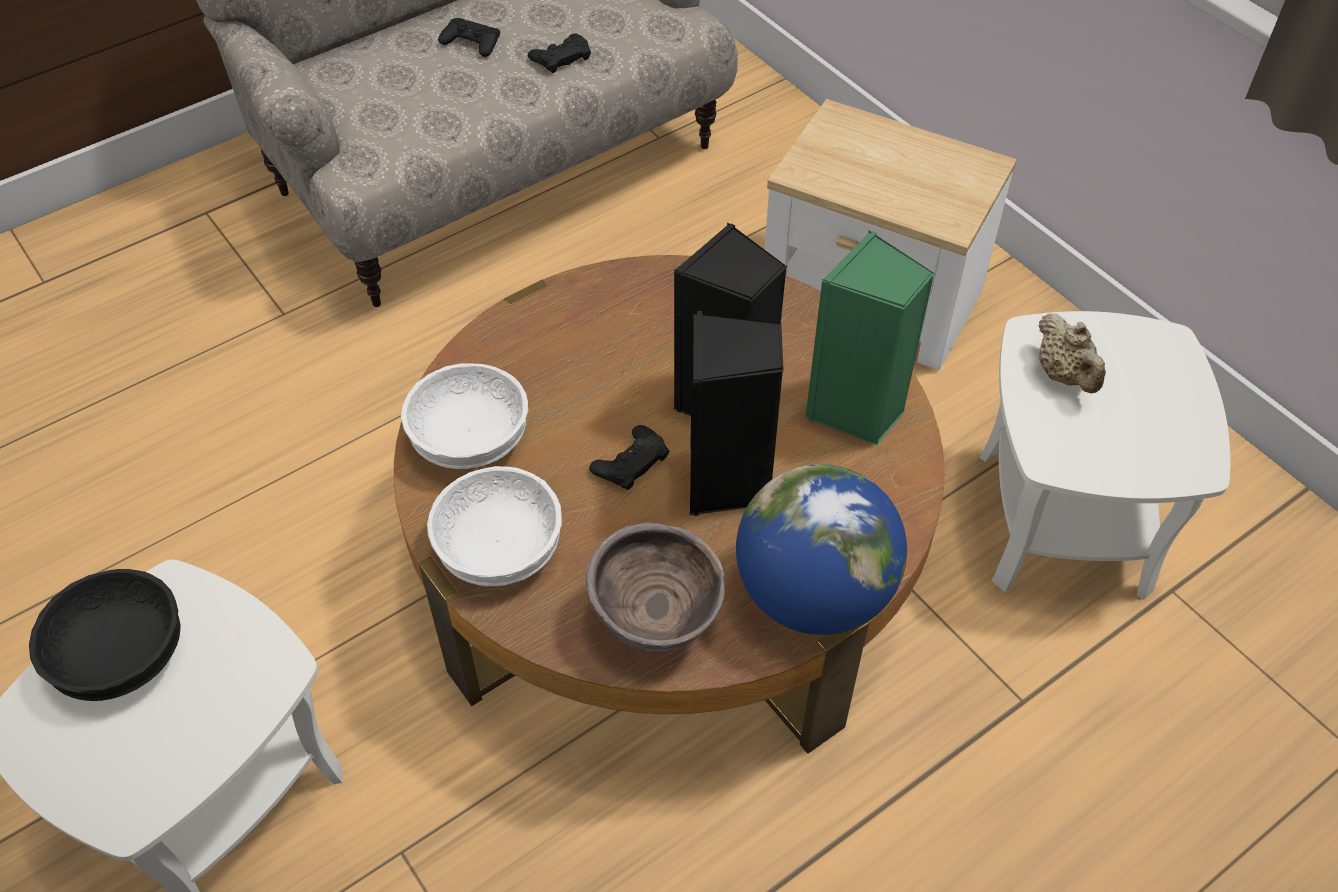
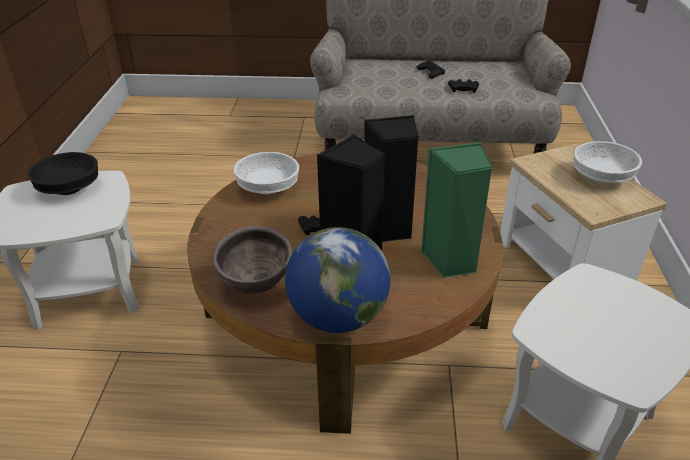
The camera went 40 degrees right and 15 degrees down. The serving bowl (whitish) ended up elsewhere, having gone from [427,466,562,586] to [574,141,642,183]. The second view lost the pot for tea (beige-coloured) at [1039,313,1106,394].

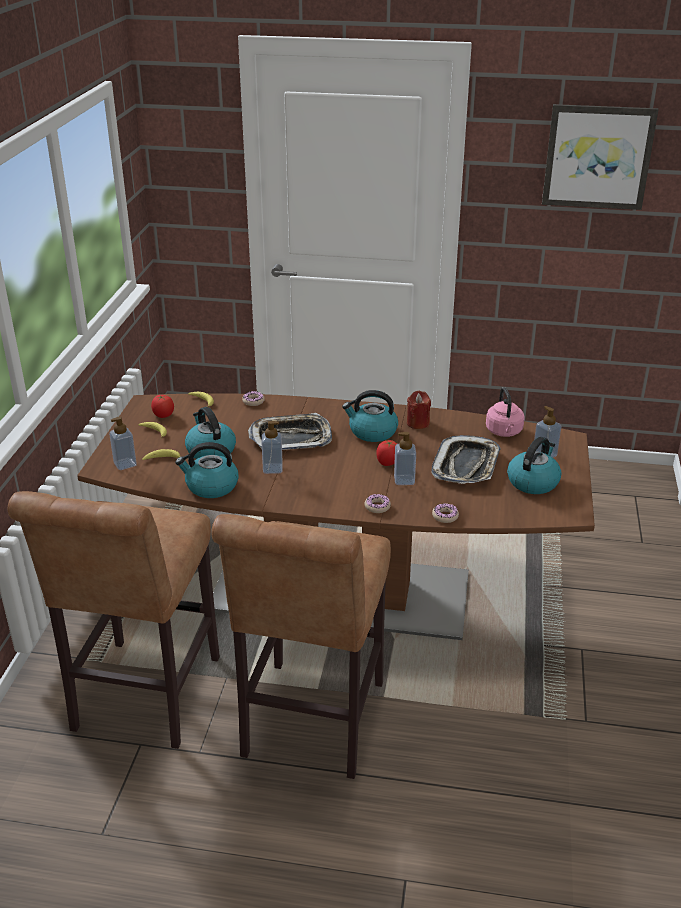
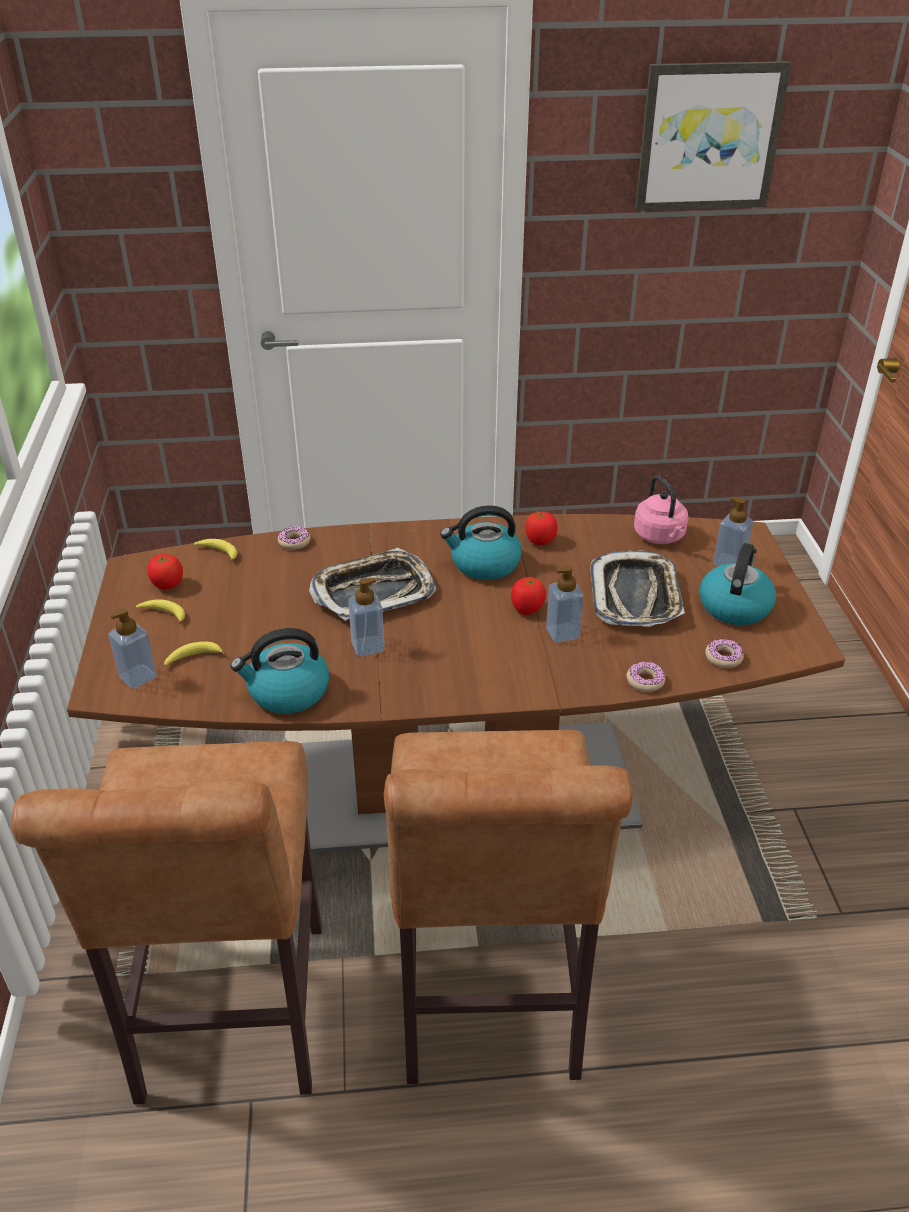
The camera went 15 degrees left and 5 degrees up. The second view lost the tea kettle at [185,407,236,459]. The donut ended up elsewhere, having gone from [364,494,391,513] to [705,639,744,668]. Where the wax light (red-coloured) stood at [407,391,431,429], the tomato came to stand at [525,511,558,545].

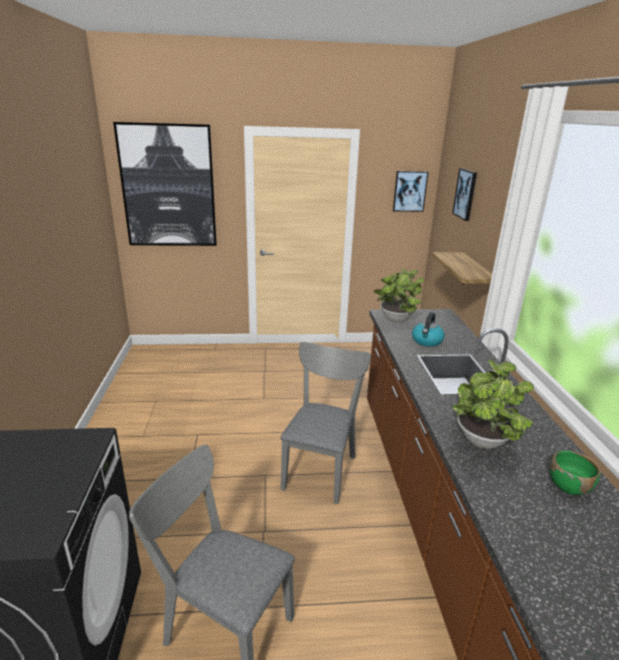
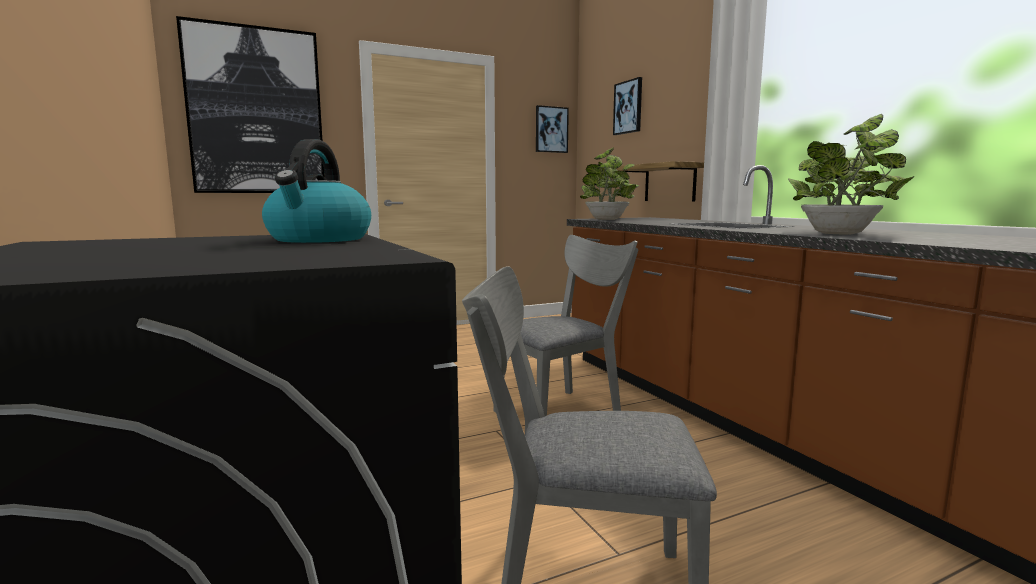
The camera went 20 degrees left and 15 degrees down. The chair (greyish) at [281,342,371,504] ended up facing another way, 60 degrees clockwise from before. The tea kettle ended up elsewhere, having gone from [412,312,445,347] to [262,139,371,243]. The second view lost the serving bowl (green-coloured) at [550,450,601,495].

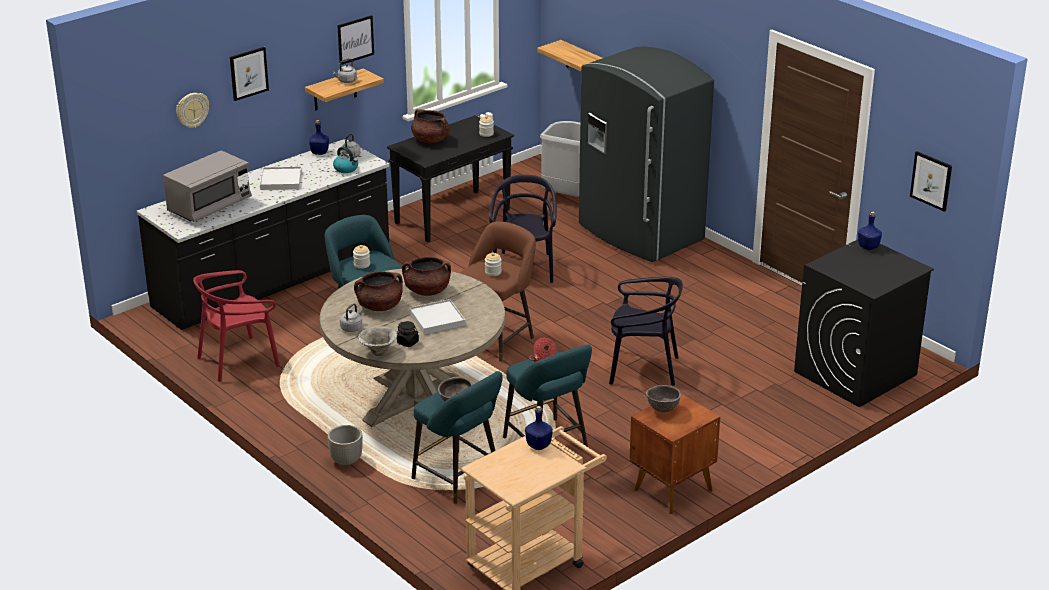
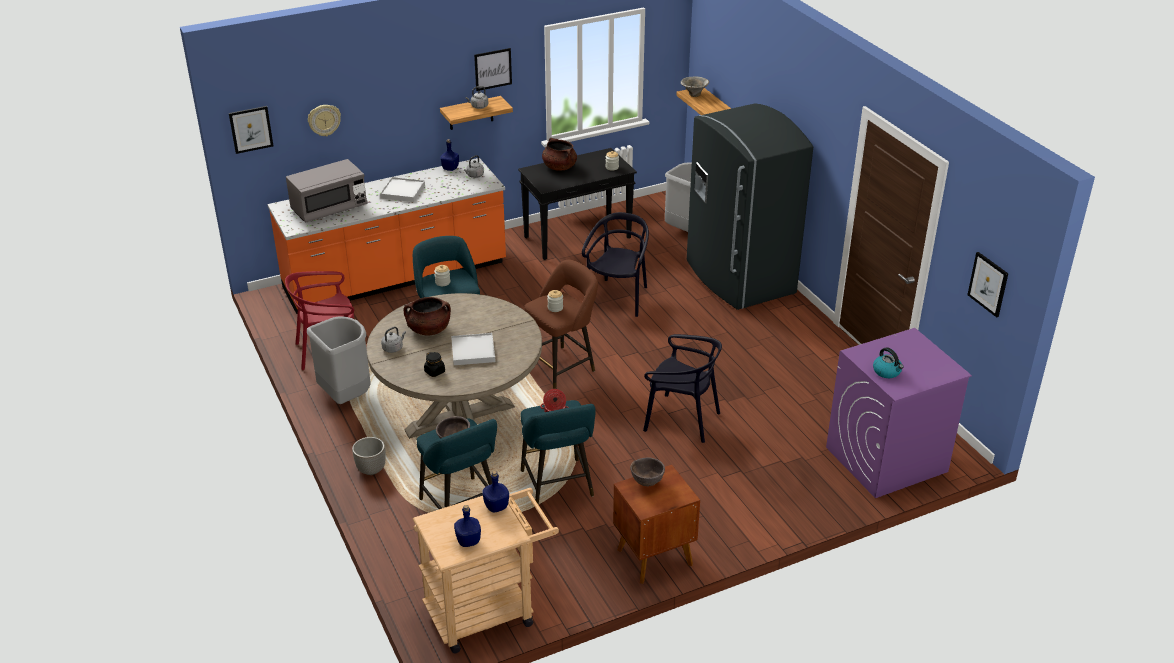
The camera went 15 degrees right and 5 degrees up. What was the kitchen base unit (black-coloured) at [137,139,389,330] turned into the kitchen base unit (orangey) at [267,158,506,314]. The picture ended up elsewhere, having gone from [230,47,269,101] to [229,106,273,154]. The tea kettle ended up elsewhere, having gone from [333,146,358,173] to [873,347,904,378]. The serving bowl ended up elsewhere, having gone from [358,327,397,356] to [681,77,709,97]. The second view lost the saucepot (brownish) at [402,256,451,296]. What was the laundry appliance (black-coloured) at [794,239,934,407] turned into the laundry appliance (purple) at [826,328,972,498]. The drink bottle (bluish) ended up elsewhere, having gone from [858,212,882,250] to [454,505,481,547]. The second view gained the waste bin (greyish) at [307,316,371,404].

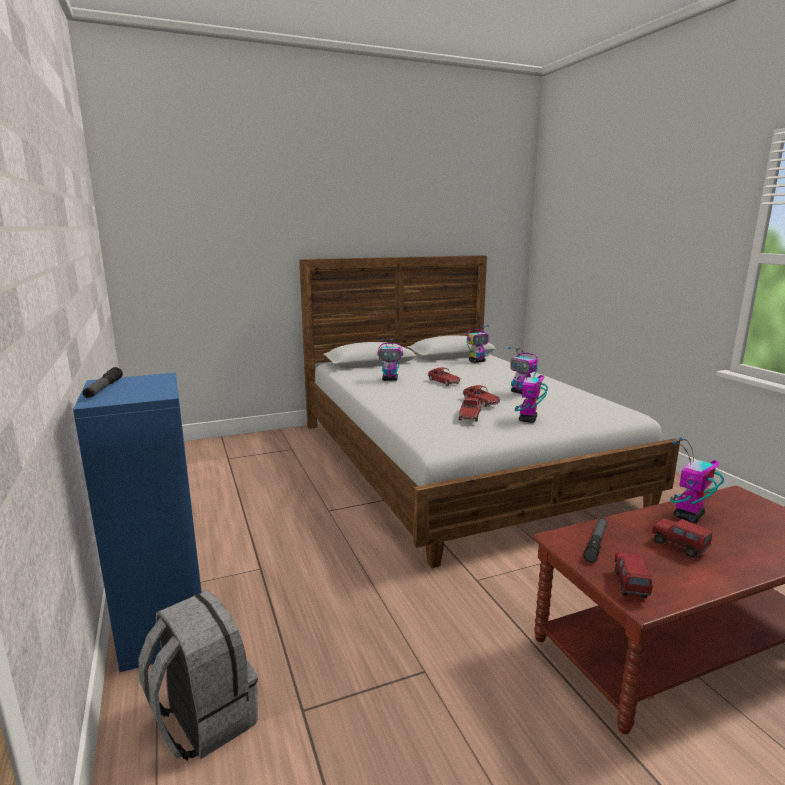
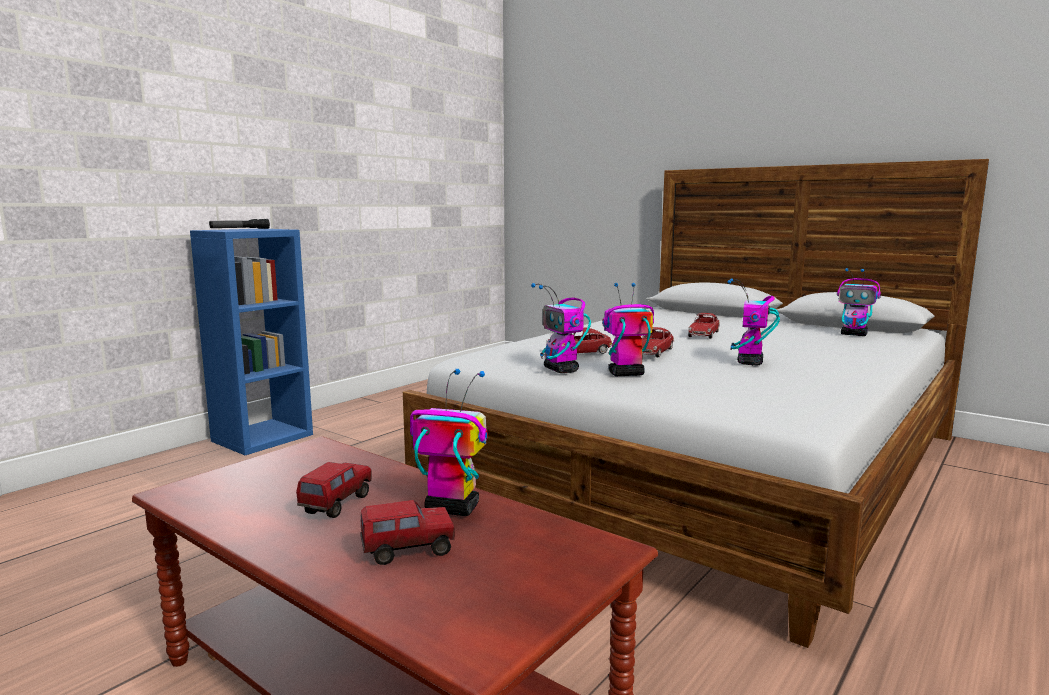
The camera went 60 degrees right and 5 degrees down. The second view lost the rucksack (greyish) at [138,591,258,761]. The robot figure ended up elsewhere, having gone from [377,339,403,381] to [531,283,591,373]. The second view lost the flashlight at [583,518,607,562]. The toy lorry ended up elsewhere, having gone from [615,552,653,598] to [360,500,455,565].

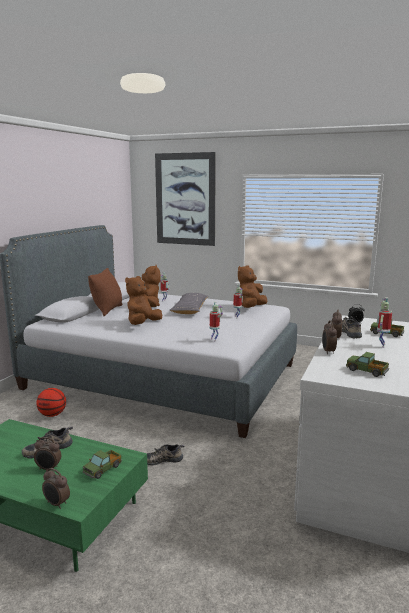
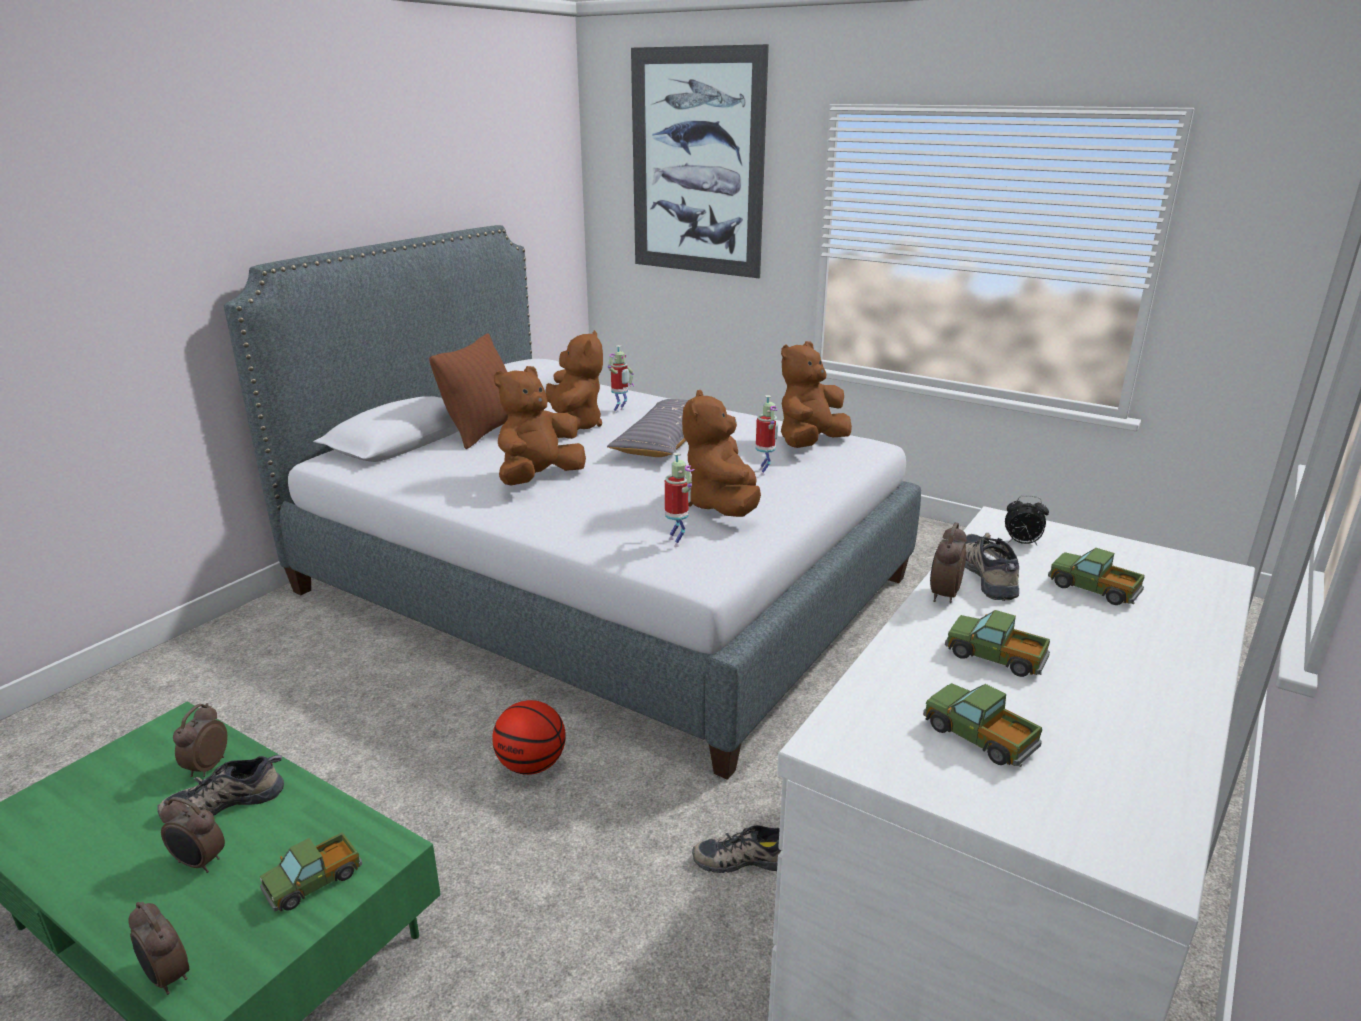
The camera went 10 degrees right and 10 degrees up. The basketball ended up elsewhere, having gone from [36,388,66,417] to [492,700,566,775]. The shoe ended up elsewhere, having gone from [147,444,184,465] to [692,825,782,873]. The table clock ended up elsewhere, having gone from [322,321,337,354] to [173,703,227,777]. The second view lost the robot figure at [377,297,392,348]. The second view gained the plush toy (brownish) at [682,390,761,517]. The second view gained the toy lorry at [945,610,1050,677].

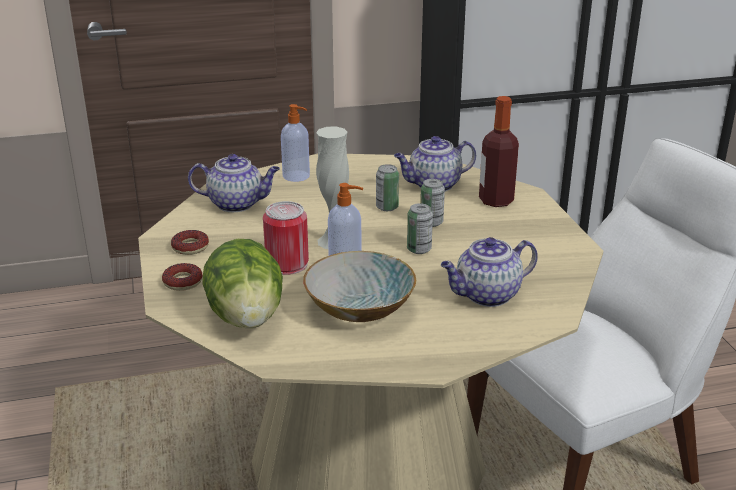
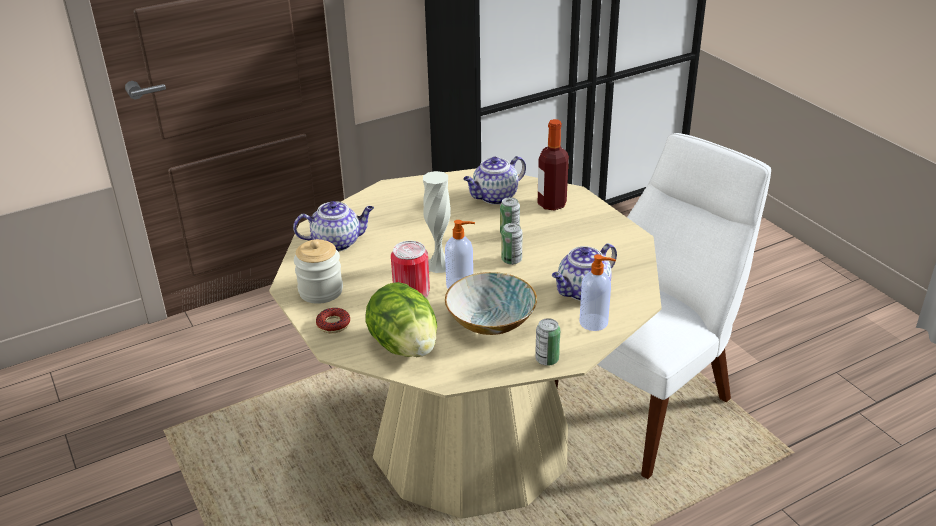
The camera went 15 degrees left and 5 degrees up. Where the donut stood at [171,230,209,255], the storage jar came to stand at [294,239,343,304]. The soap bottle ended up elsewhere, having gone from [281,104,310,182] to [579,254,616,331]. The can ended up elsewhere, having gone from [376,164,399,211] to [535,318,560,366].

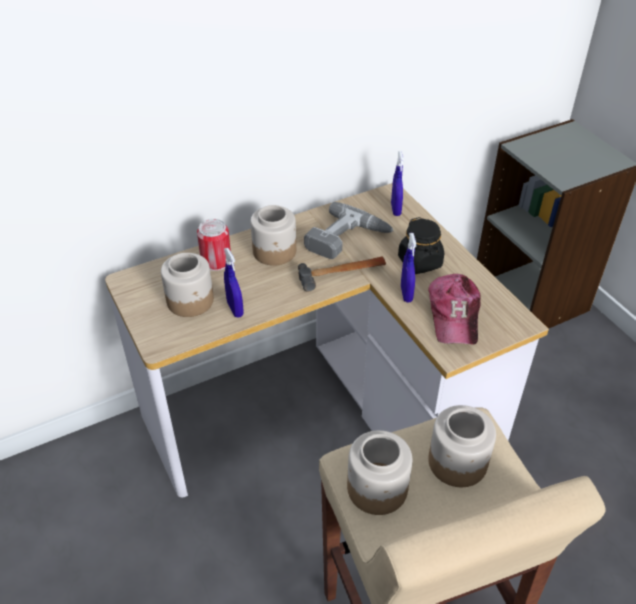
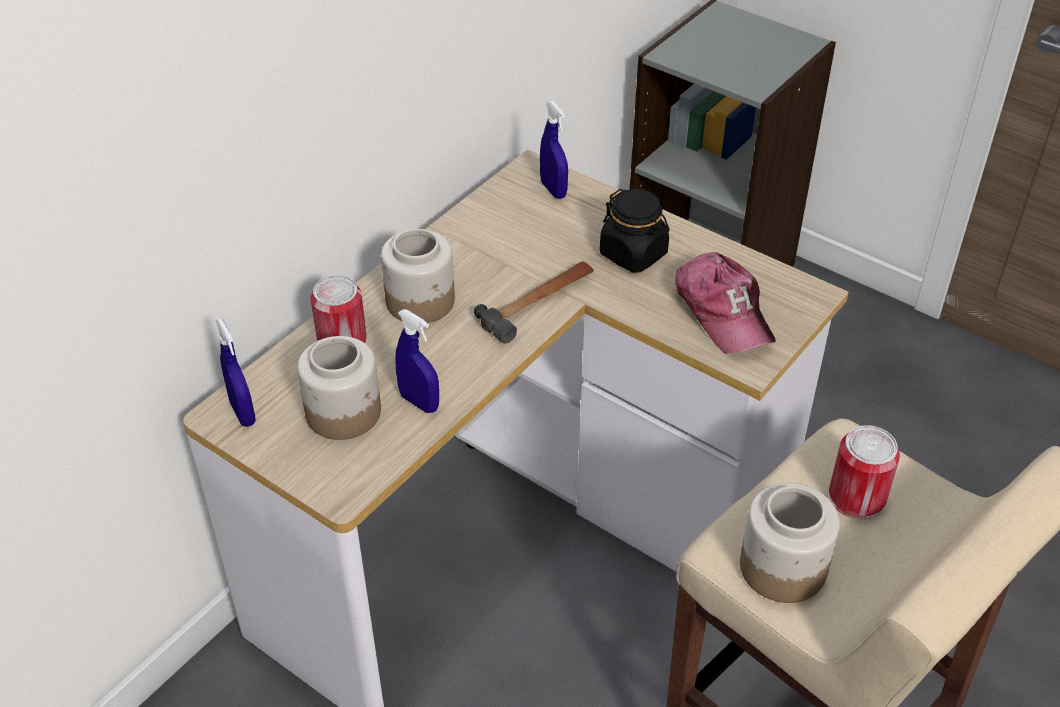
The camera went 25 degrees left and 0 degrees up. The second view lost the drill at [304,202,394,259]. The spray bottle (bluish) ended up elsewhere, having gone from [401,233,416,302] to [216,318,256,427]. Where the storage jar stood at [428,405,496,487], the can came to stand at [829,425,900,520].

